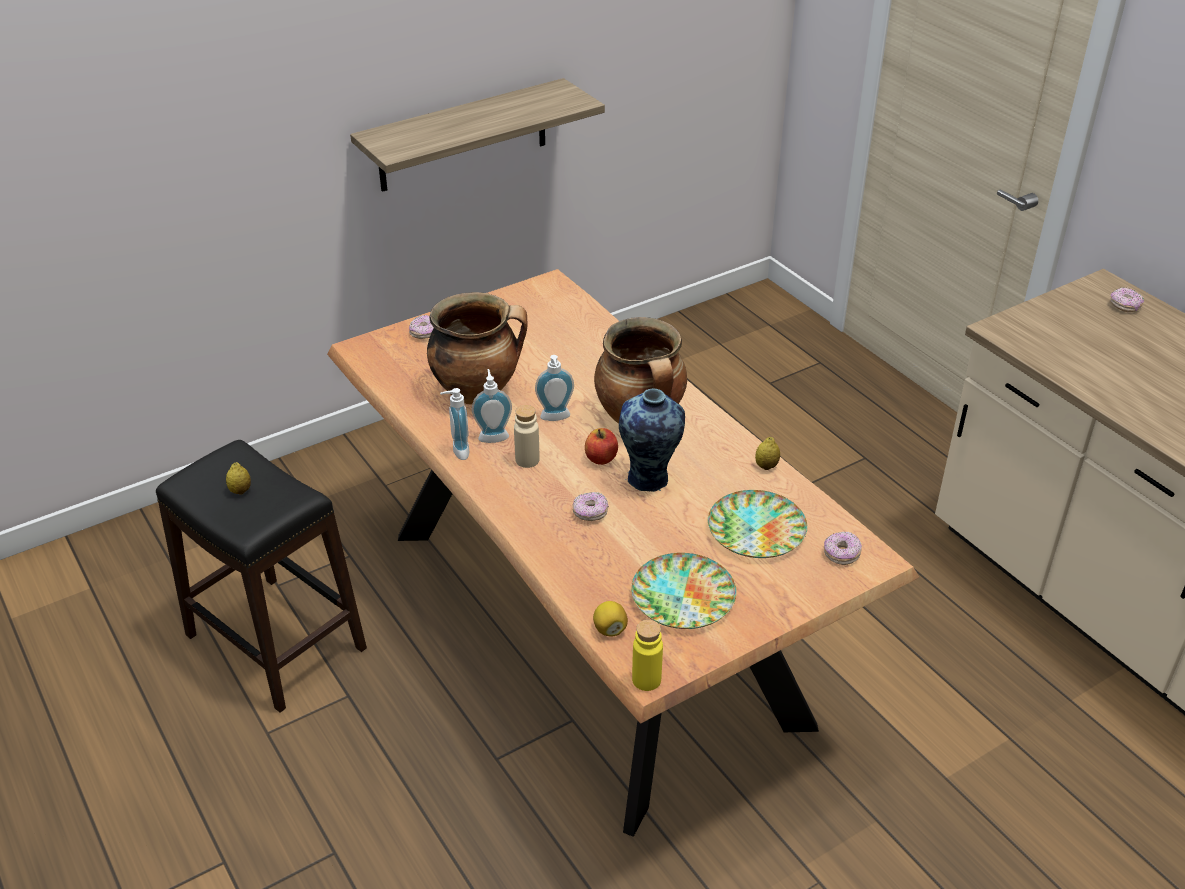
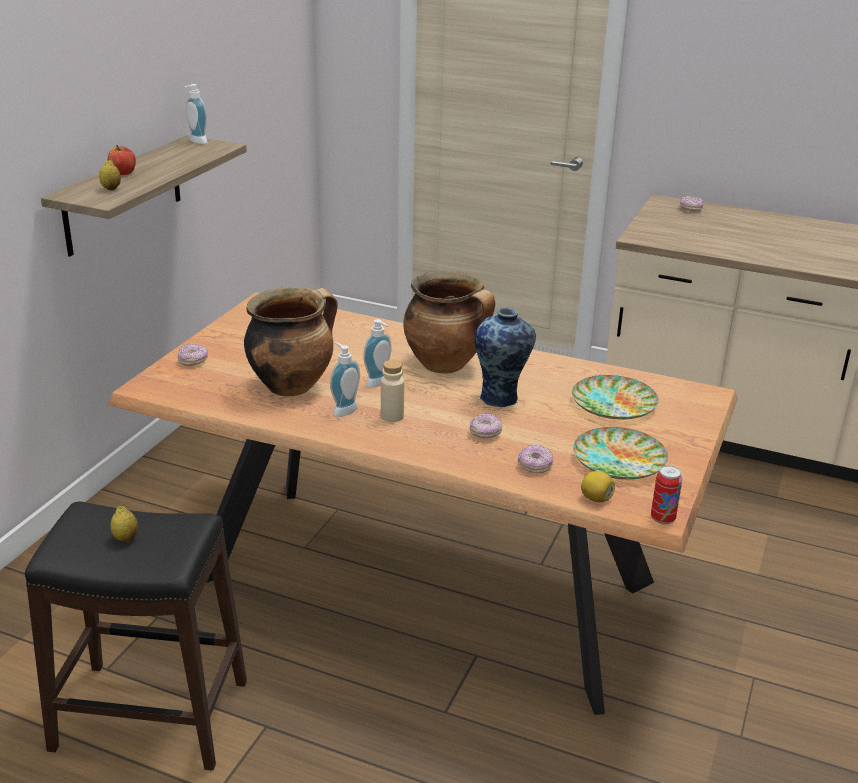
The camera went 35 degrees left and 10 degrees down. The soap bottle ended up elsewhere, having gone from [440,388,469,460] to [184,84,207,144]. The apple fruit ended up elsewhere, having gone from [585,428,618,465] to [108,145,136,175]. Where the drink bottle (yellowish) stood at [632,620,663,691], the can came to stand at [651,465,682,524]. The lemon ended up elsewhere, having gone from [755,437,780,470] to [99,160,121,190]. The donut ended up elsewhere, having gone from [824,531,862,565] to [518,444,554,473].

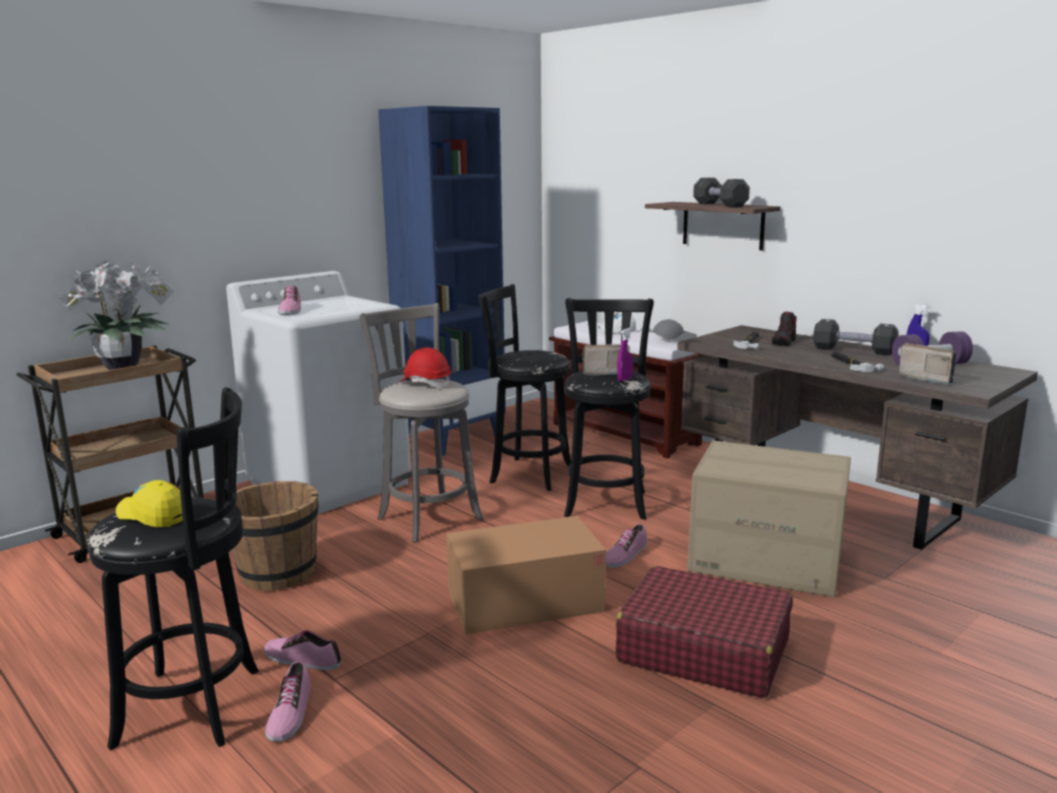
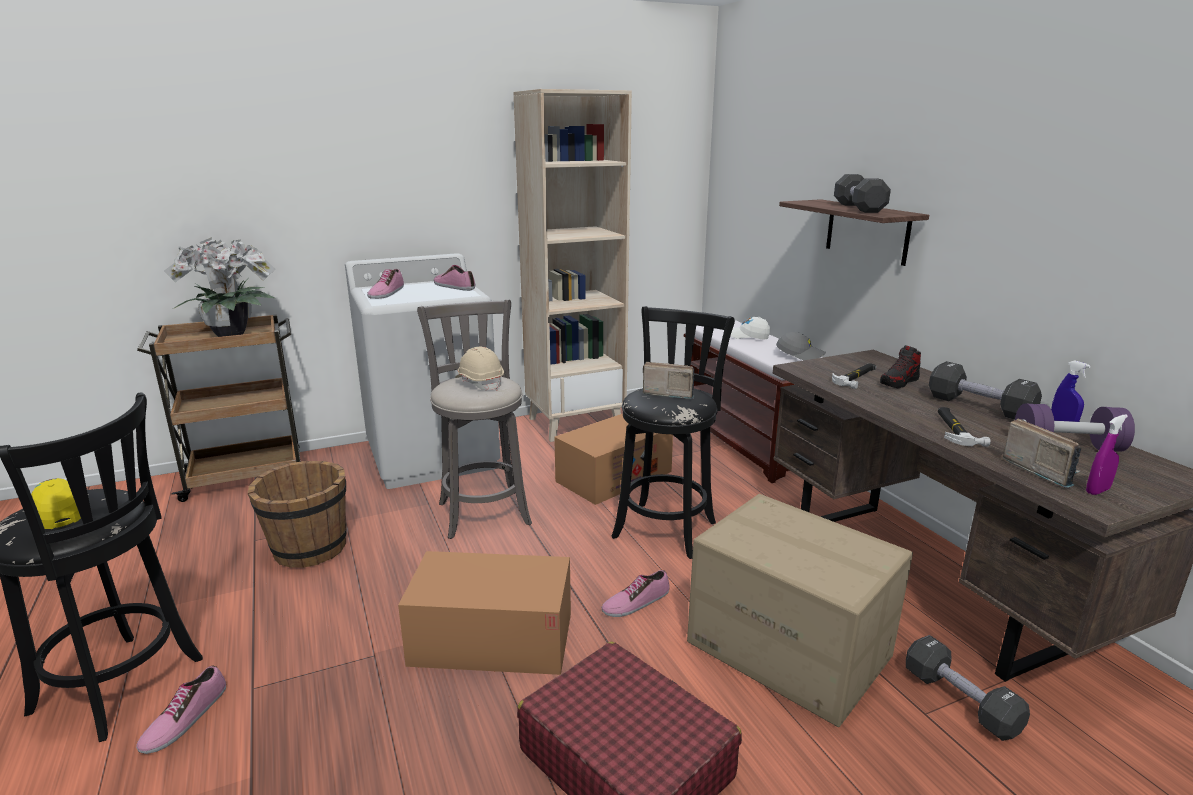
The camera went 20 degrees right and 5 degrees up. The shoe ended up elsewhere, having gone from [264,630,341,670] to [434,265,475,291]. What was the bookcase (bluish) at [378,106,506,456] turned into the bookcase (beige-coloured) at [514,89,632,442]. What was the work helmet (red-coloured) at [399,347,452,388] turned into the work helmet (beige-coloured) at [455,346,504,390]. Where the stool (black-coloured) stood at [478,284,571,491], the packing box came to stand at [554,414,673,505]. The spray bottle (purple) ended up elsewhere, having gone from [617,328,633,381] to [1086,414,1128,495]. The second view gained the hand weight (black-coloured) at [906,635,1030,741].

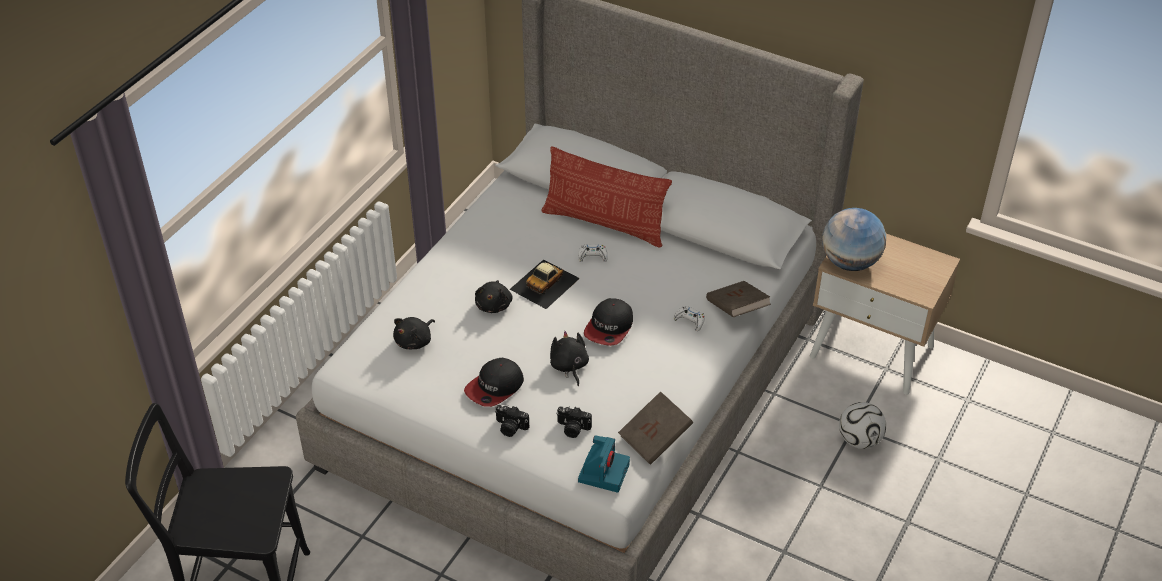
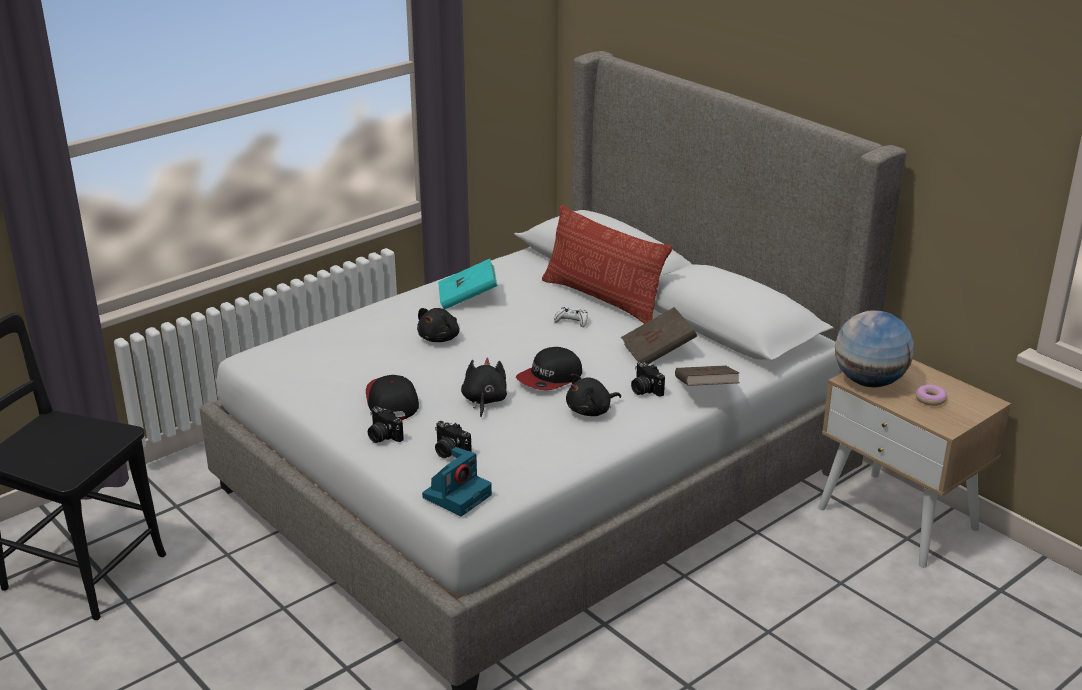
The camera went 20 degrees right and 15 degrees down. The plush toy (black-coloured) ended up elsewhere, having gone from [393,317,435,349] to [566,374,621,416]. The cap at [464,358,524,407] ended up facing another way, 105 degrees clockwise from before. The second view lost the toy car at [510,259,580,309]. The book (brownish) ended up elsewhere, having gone from [618,391,693,465] to [621,307,697,364]. Where the joypad (whitish) stood at [673,306,705,331], the still camera came to stand at [631,361,665,397]. The second view lost the football at [839,402,886,449]. The second view gained the book (turquoise) at [438,259,497,310]. The second view gained the donut at [916,385,947,406].

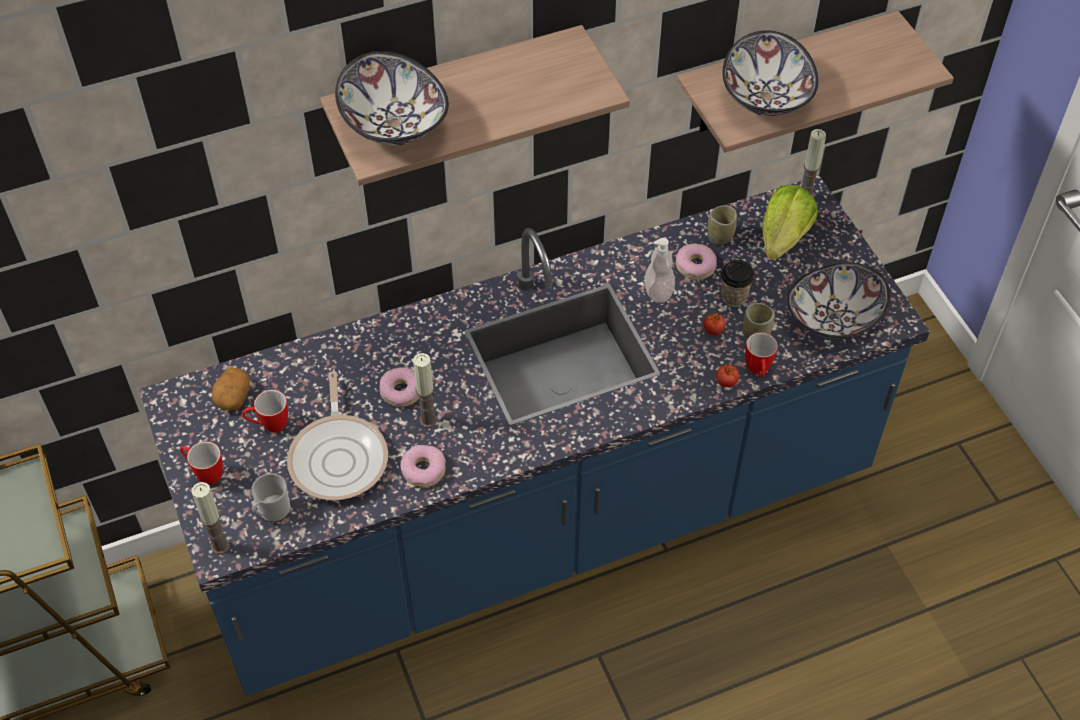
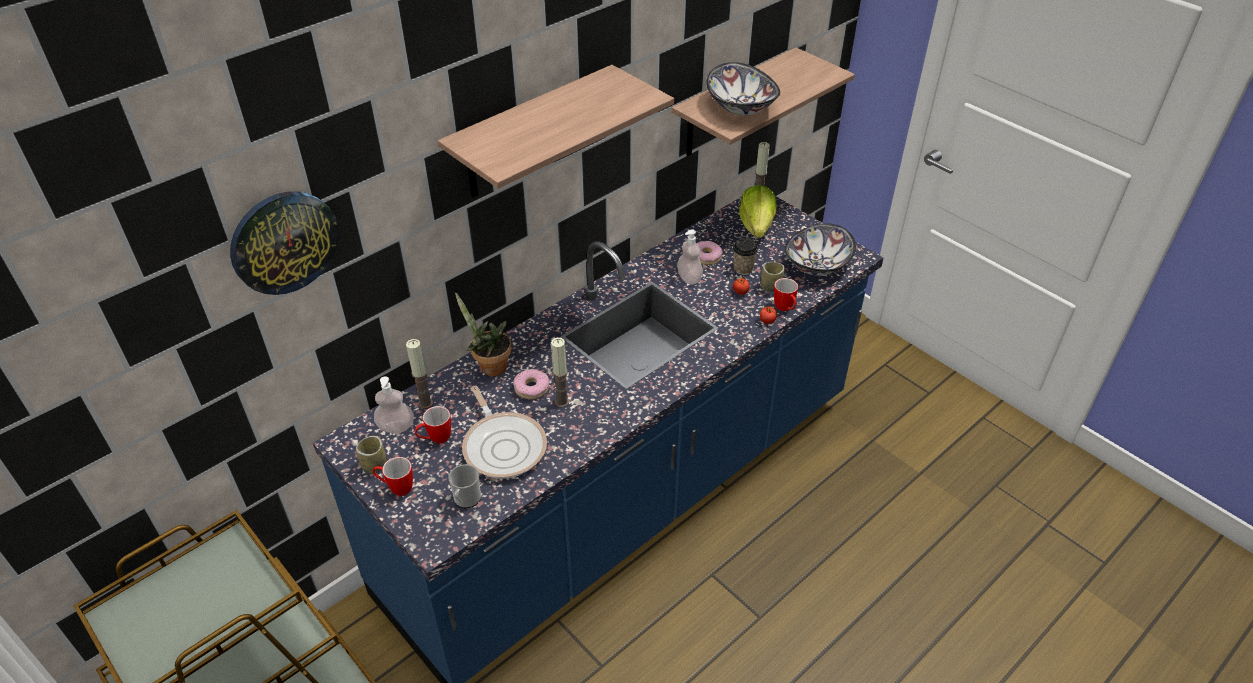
The camera went 20 degrees left and 10 degrees down. The wax light ended up elsewhere, having gone from [192,482,230,554] to [406,339,433,409]. Where the whole potato stood at [212,367,250,411], the soap bottle came to stand at [374,376,414,433]. The second view lost the serving bowl at [335,51,449,145]. The second view lost the donut at [400,445,446,487]. The drinking cup ended up elsewhere, having gone from [708,205,737,245] to [356,436,386,474]. The second view gained the hanging clock at [230,191,339,295]. The second view gained the plant in a pot at [455,292,512,376].

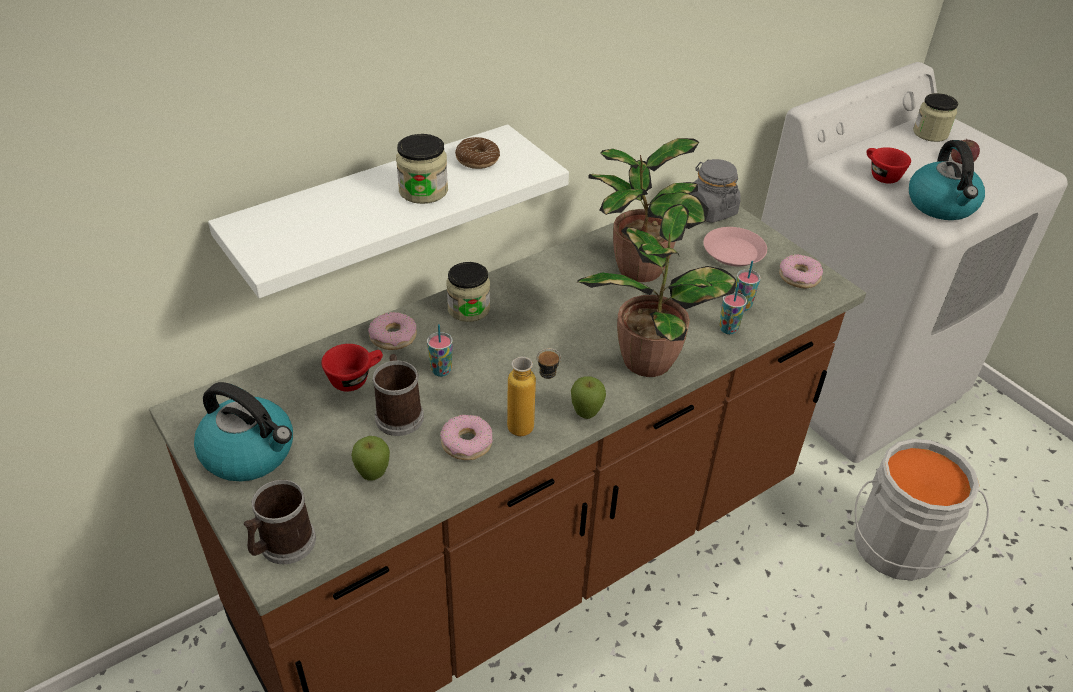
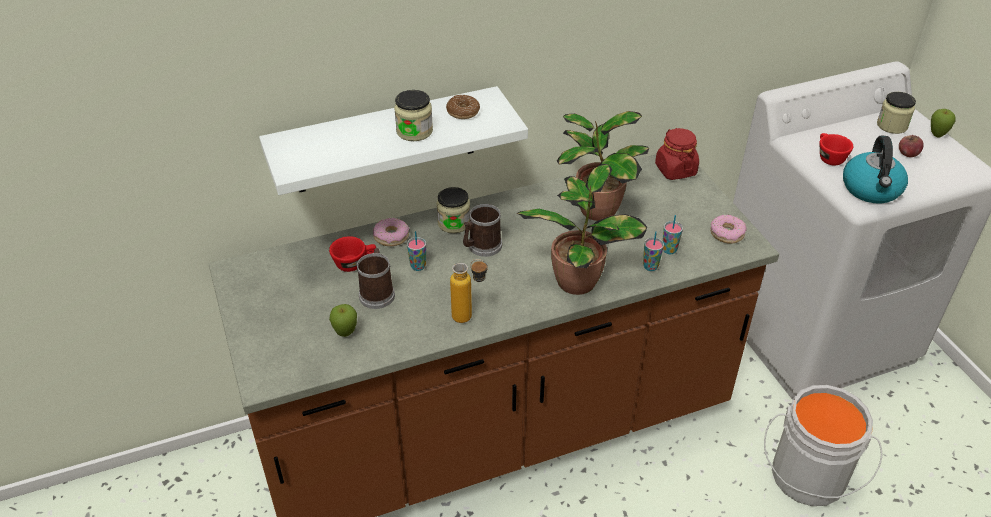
The camera went 15 degrees right and 0 degrees up. The second view lost the tea kettle at [194,382,293,481]. The mug ended up elsewhere, having gone from [244,480,316,564] to [463,204,502,257]. The second view lost the donut at [440,414,492,460]. The apple fruit ended up elsewhere, having gone from [571,376,606,419] to [931,109,956,138]. What was the storage jar (greyish) at [690,159,741,223] turned into the storage jar (red-coloured) at [655,128,699,180]. The second view lost the plate (pink) at [703,227,767,266].

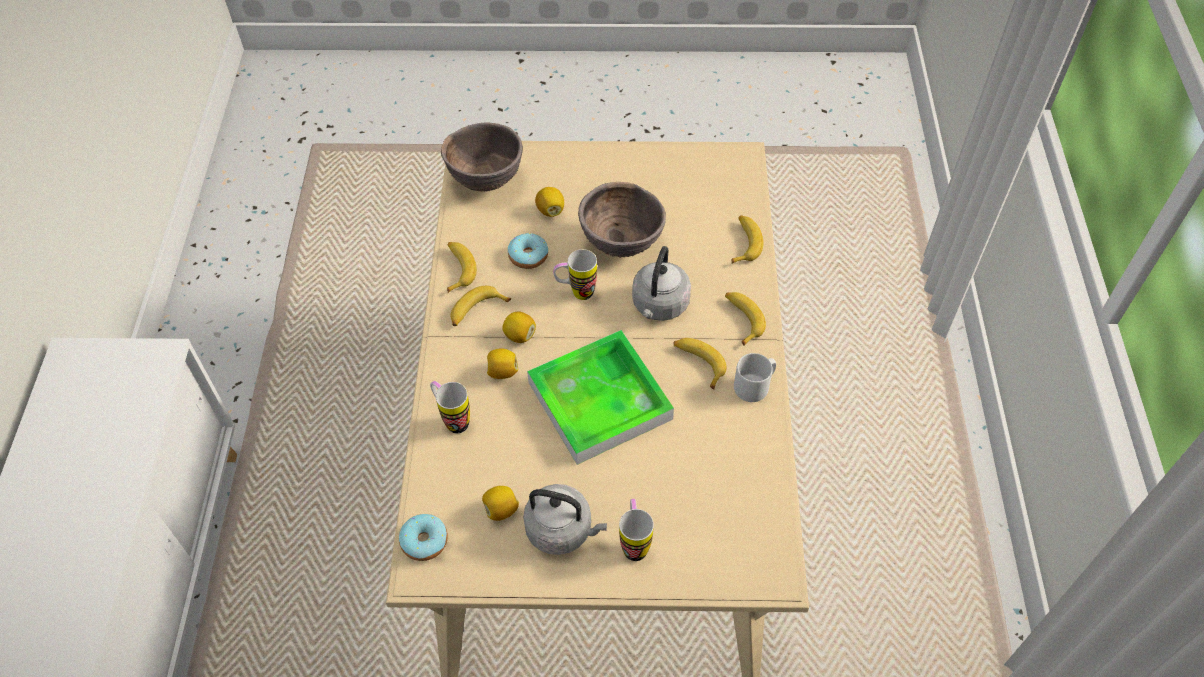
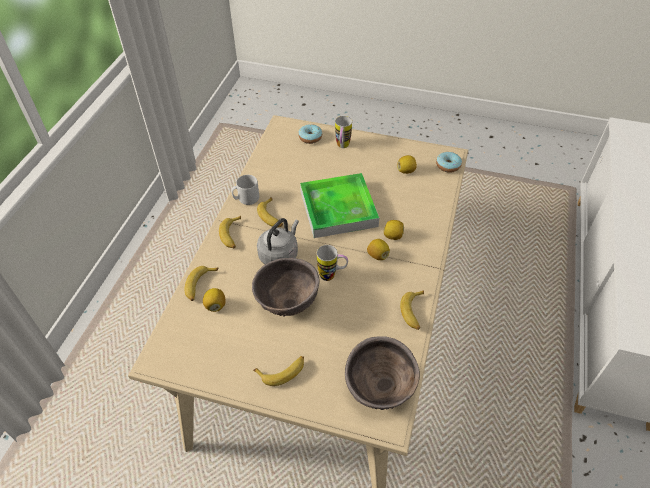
The camera went 165 degrees left and 5 degrees down. The second view lost the mug at [430,381,470,434]. The banana ended up elsewhere, having gone from [451,286,511,326] to [253,356,304,386]. The donut ended up elsewhere, having gone from [508,233,548,269] to [298,124,322,144]. The second view lost the tea kettle (greyish) at [523,484,607,555]. The lemon ended up elsewhere, having gone from [535,187,564,217] to [203,288,226,312].

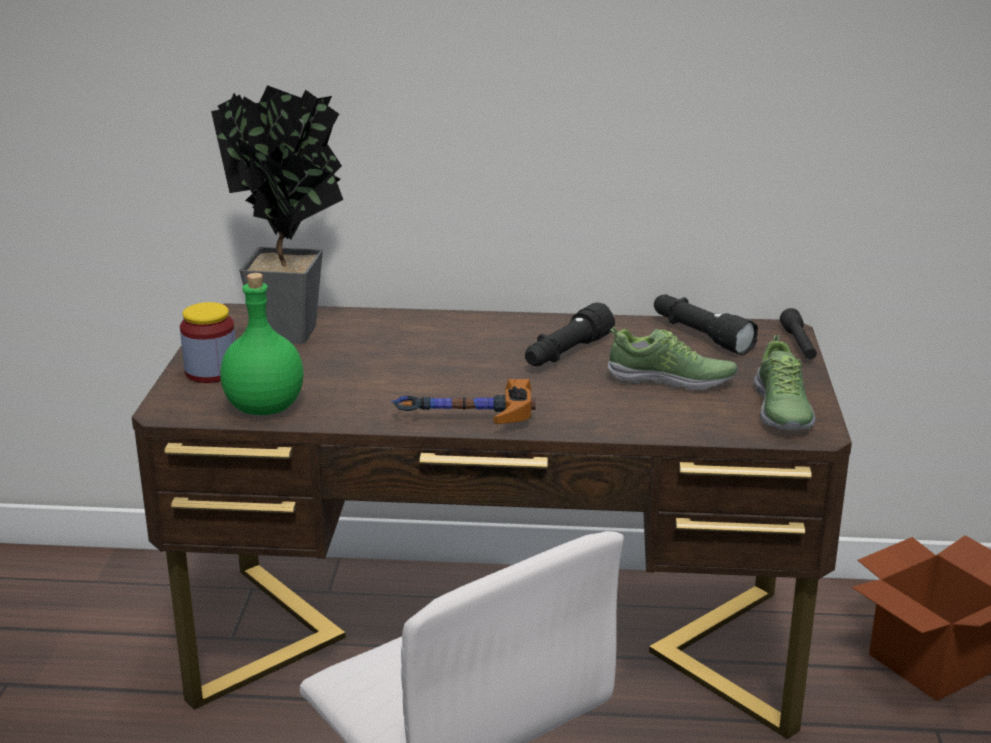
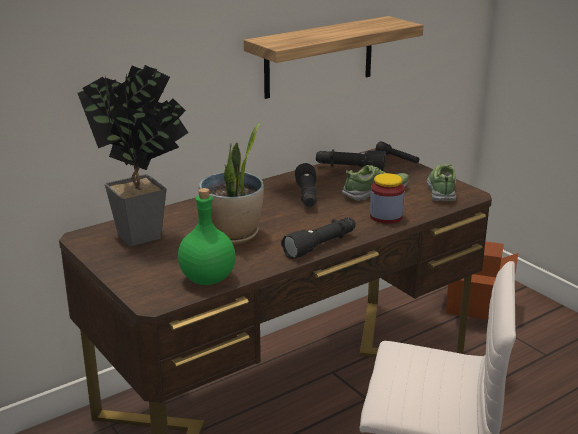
The camera went 40 degrees left and 0 degrees up. The storage jar ended up elsewhere, having gone from [180,302,236,383] to [370,173,405,224]. Where the tool hammer stood at [390,379,536,424], the flashlight (black-coloured) came to stand at [281,217,356,259]. The shoe at [754,335,815,431] ended up facing another way, 135 degrees counterclockwise from before. The second view gained the plant in a pot at [199,123,264,245]. The second view gained the wall shelf at [244,16,423,99].

